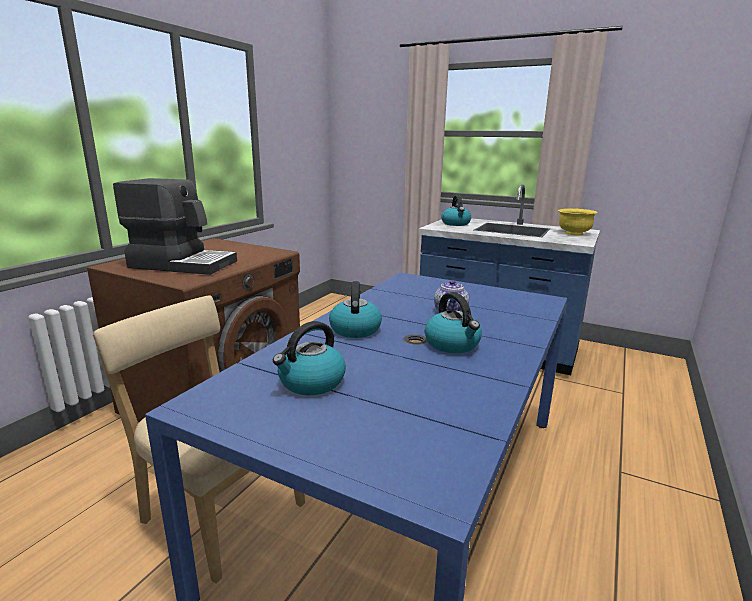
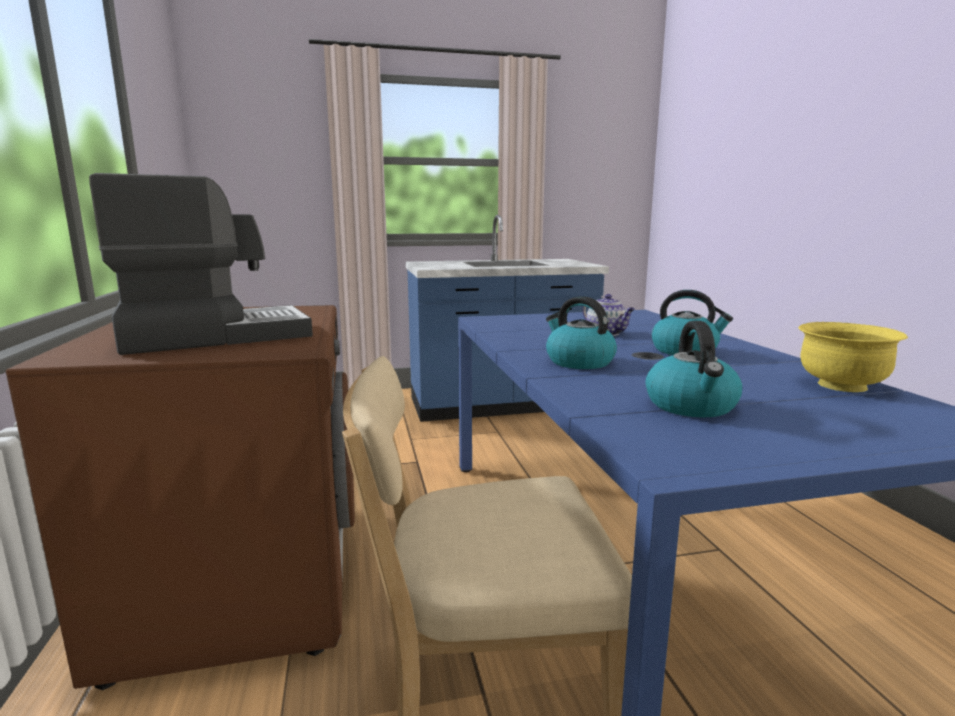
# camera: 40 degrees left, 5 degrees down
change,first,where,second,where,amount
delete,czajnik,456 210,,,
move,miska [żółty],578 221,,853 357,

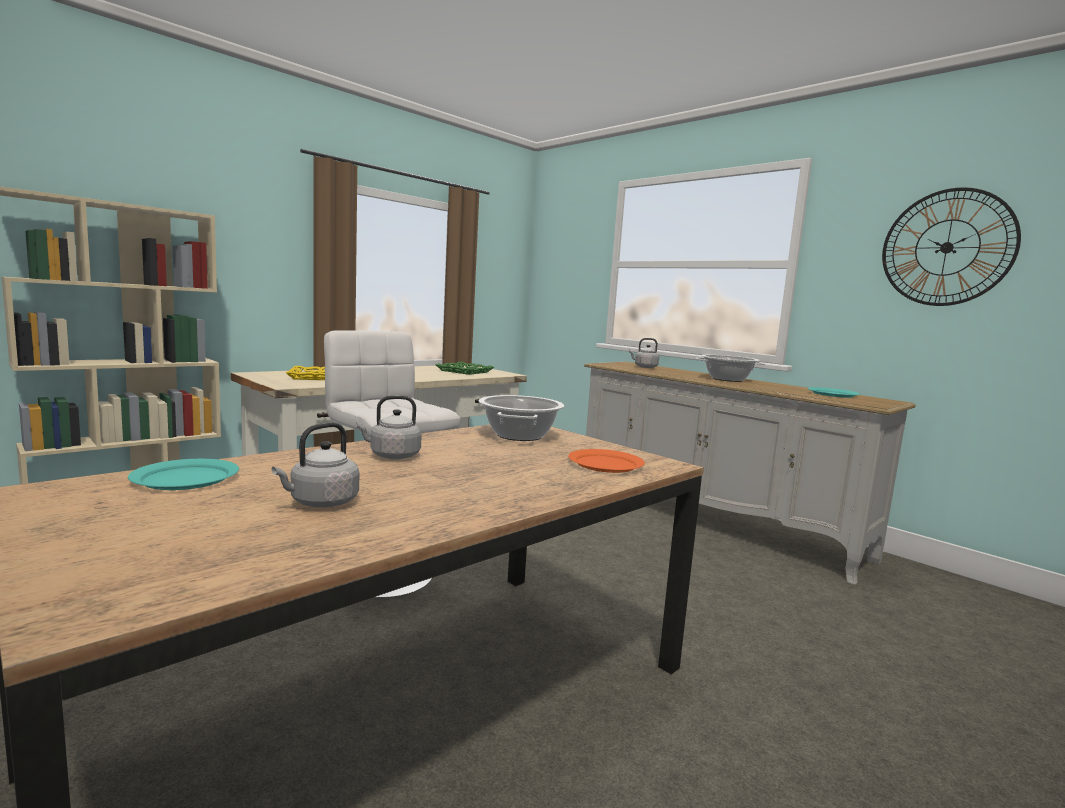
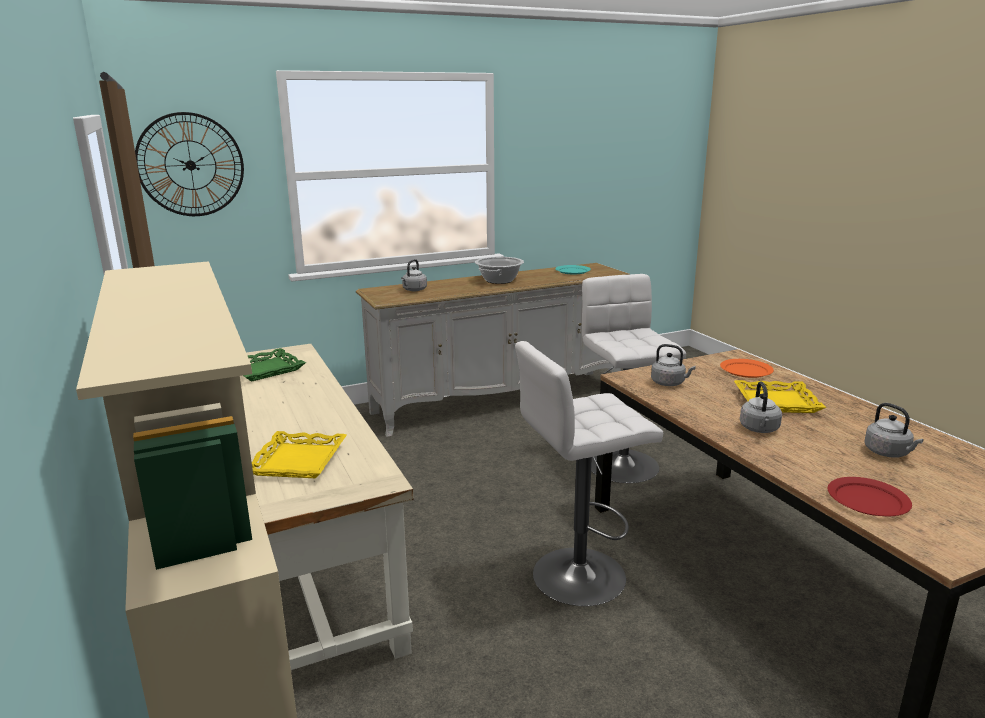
# camera: 70 degrees left, 10 degrees up
change,first,where,second,where,amount
insert,,,stołek [biały],634 378,
insert,,,taca [żółty],780 396,
move,zegar ścienny,951 246,,189 164,
replace,garnek,521 418,czajnik [szary],673 365,
recolor,talerz [turkusowy],183 474,talerz [czerwony],869 496,

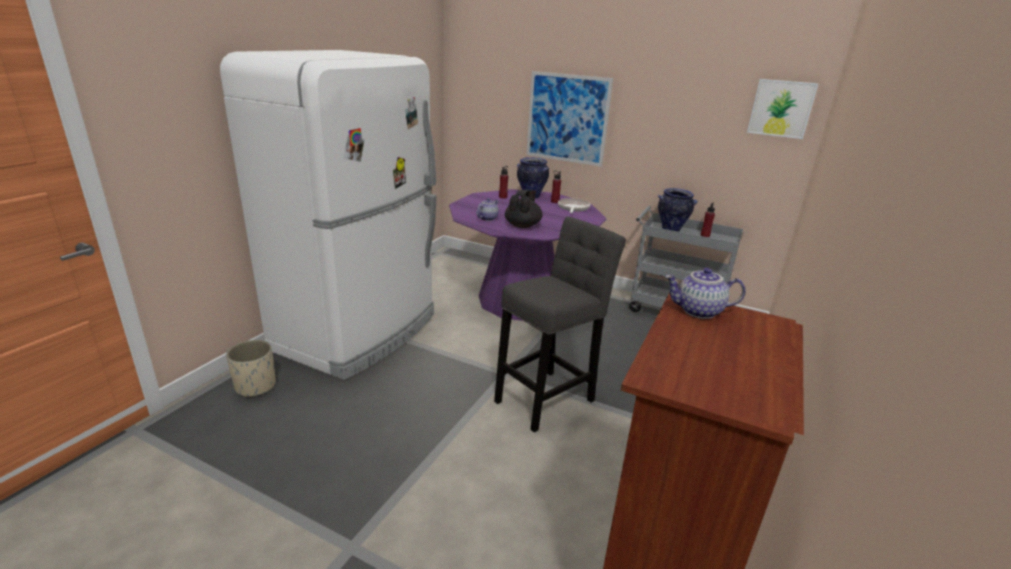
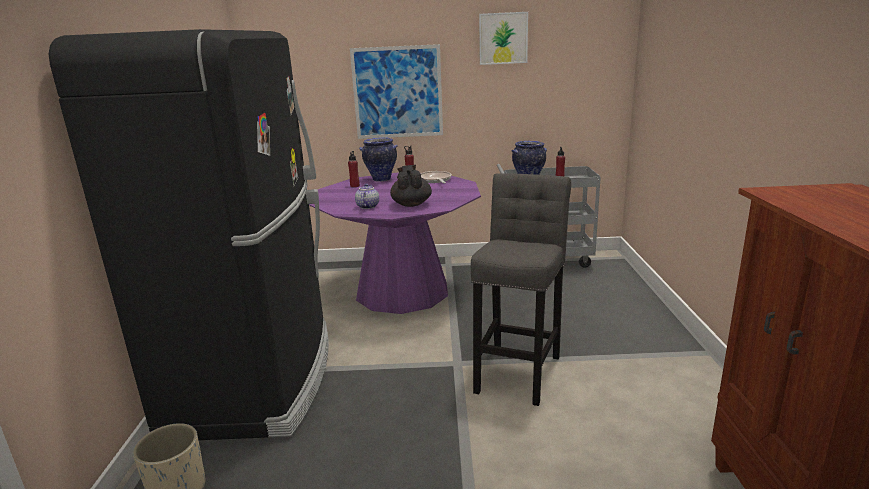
# camera: 25 degrees left, 5 degrees down
change,first,where,second,where,amount
delete,imbryk,705 293,,,
move,obraz,782 109,,503 38,
recolor,lodówka [biały],328 215,lodówka [czarny],188 234,

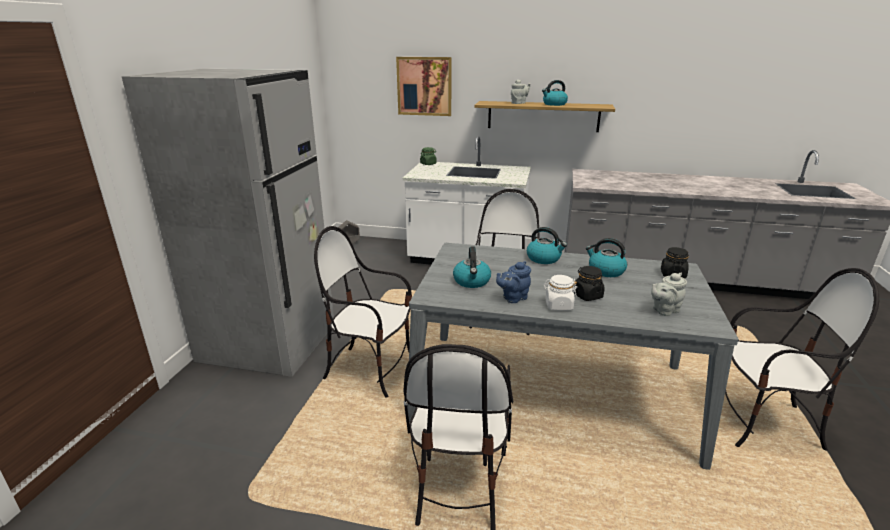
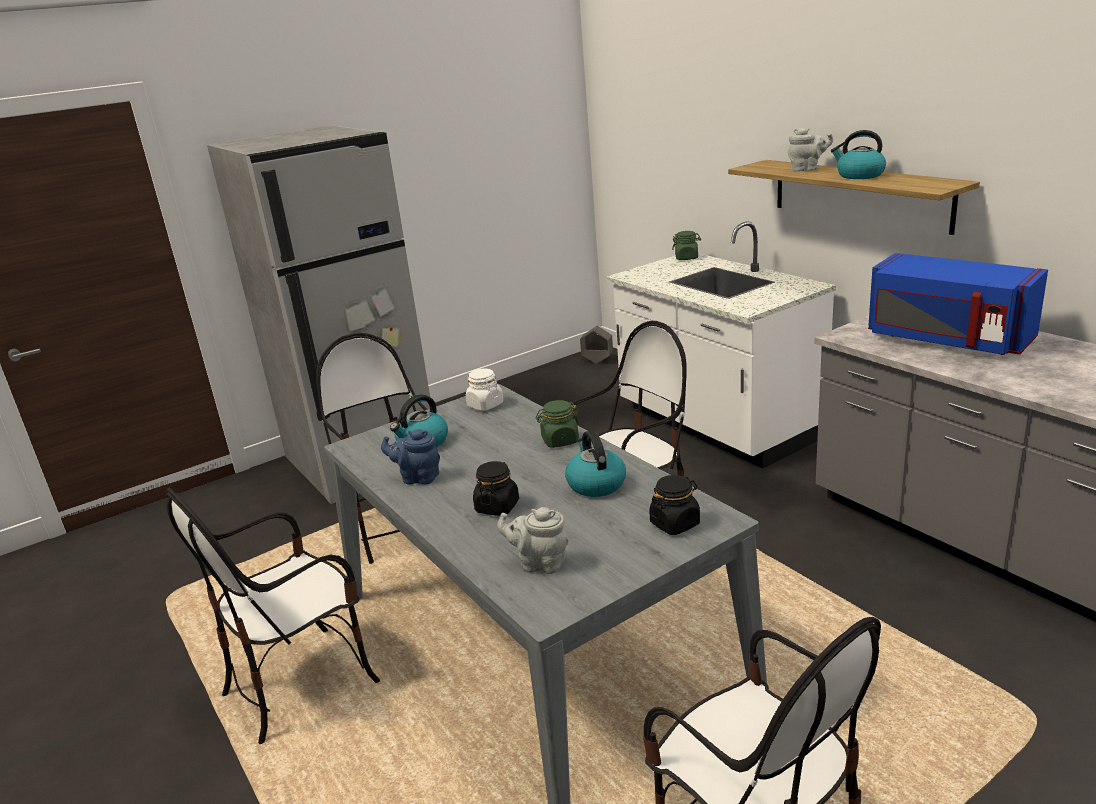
# camera: 45 degrees right, 0 degrees up
change,first,where,second,where,amount
delete,obraz,424 86,,,
insert,,,mikrofalówka [niebieski],958 304,
move,słoik [biały],560 293,,484 390,
replace,czajnik,547 245,słoik [zielony],558 424,

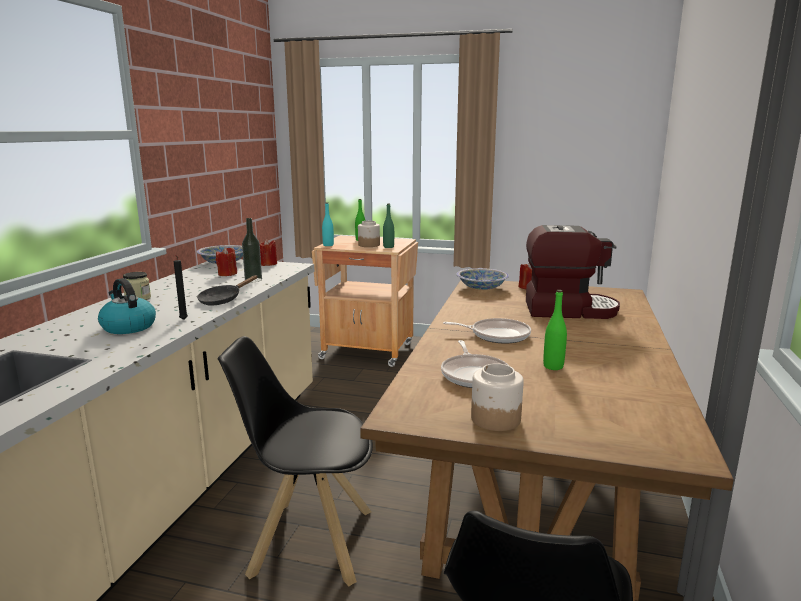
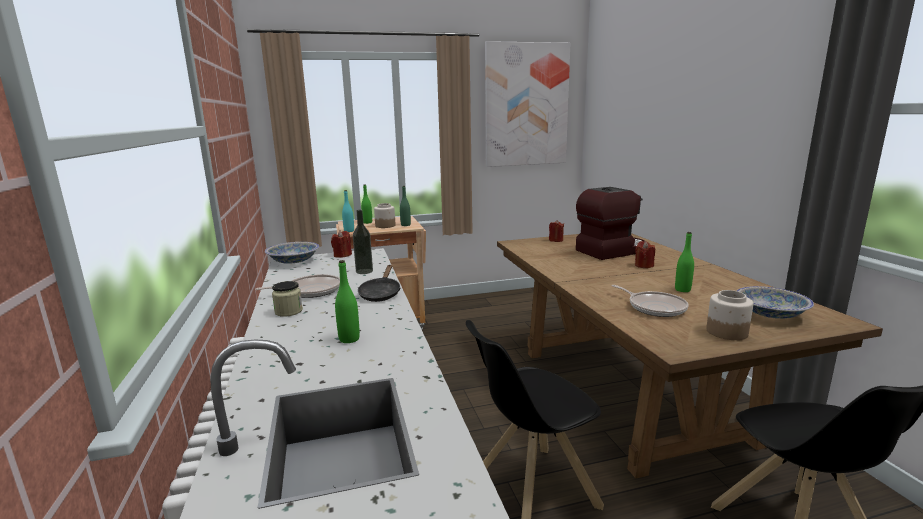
# camera: 30 degrees left, 0 degrees up
change,first,where,second,where,amount
delete,świeca [czarny],181 287,,,
insert,,,obraz,527 104,
move,świeca [czerwony],226 261,,645 254,
move,patelnia,487 331,,297 286,
move,miska,483 279,,775 302,
replace,czajnik,127 306,butelka [zielony],347 301,

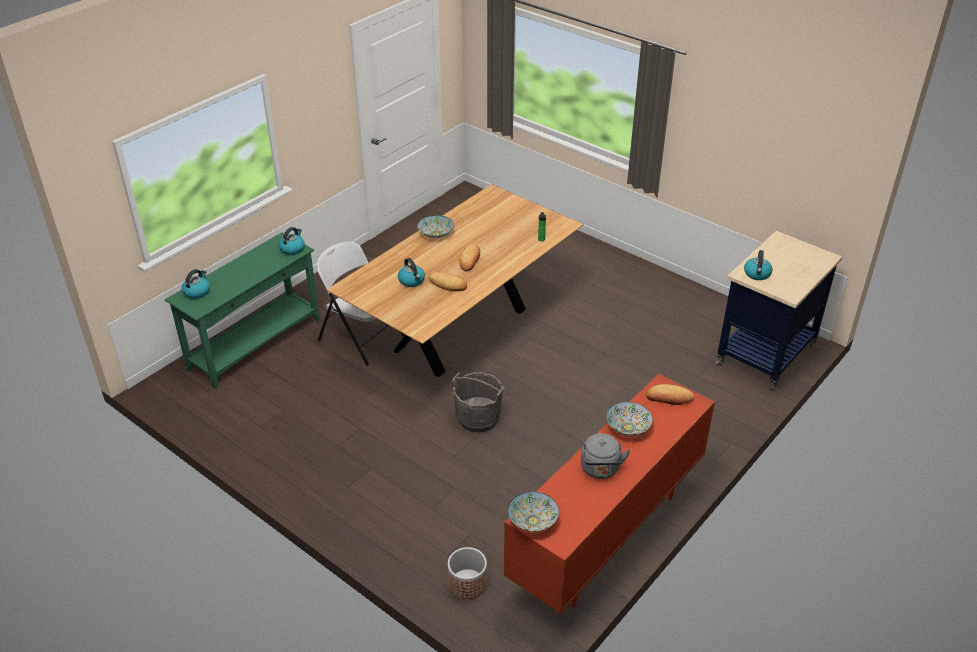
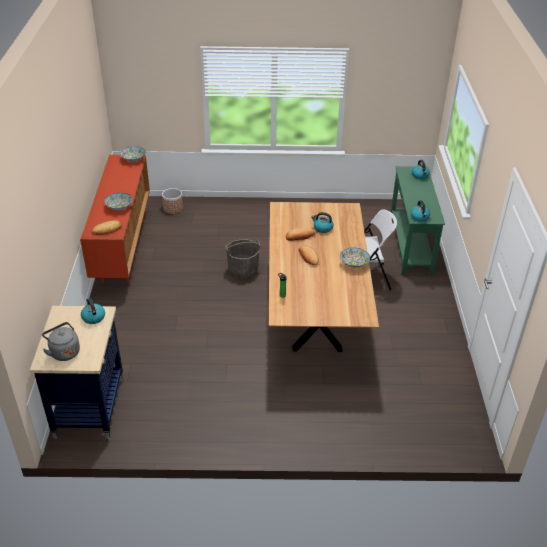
# camera: 140 degrees right, 0 degrees up
change,first,where,second,where,amount
move,czajnik [szary],606 456,,61 341,

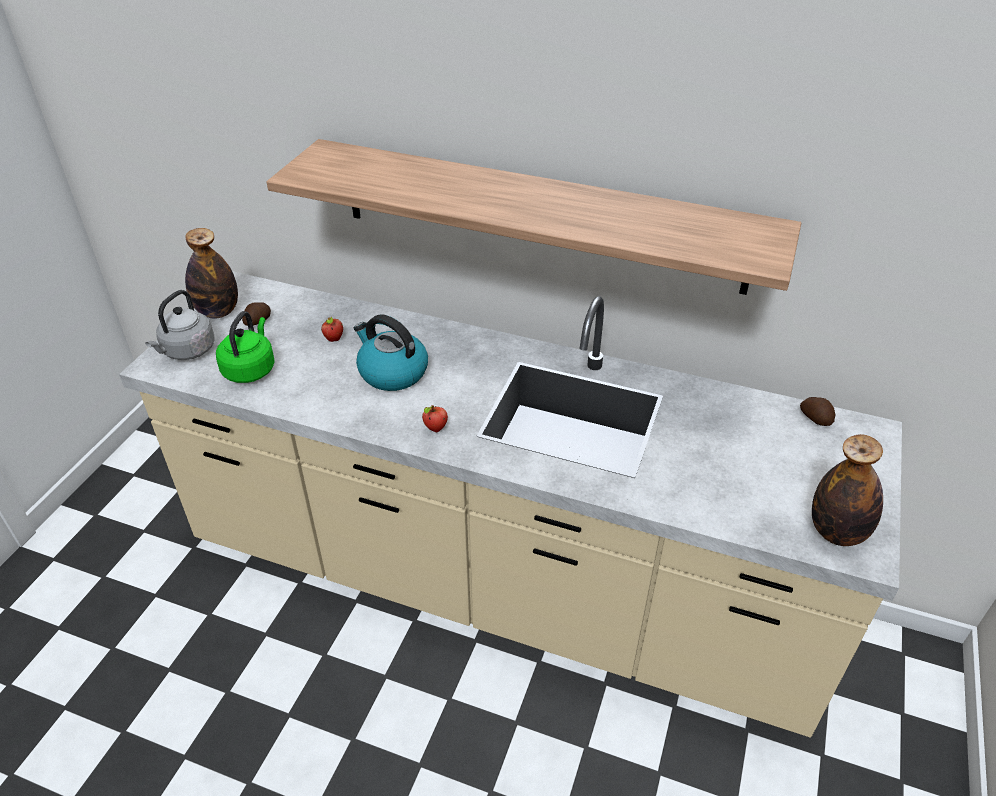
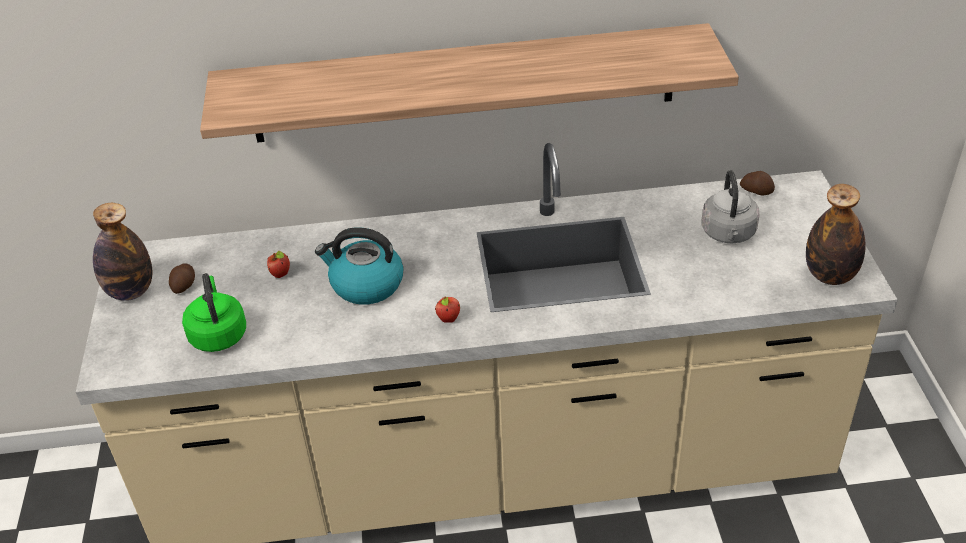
# camera: 25 degrees left, 0 degrees up
change,first,where,second,where,amount
move,czajnik [szary],180 325,,730 206,

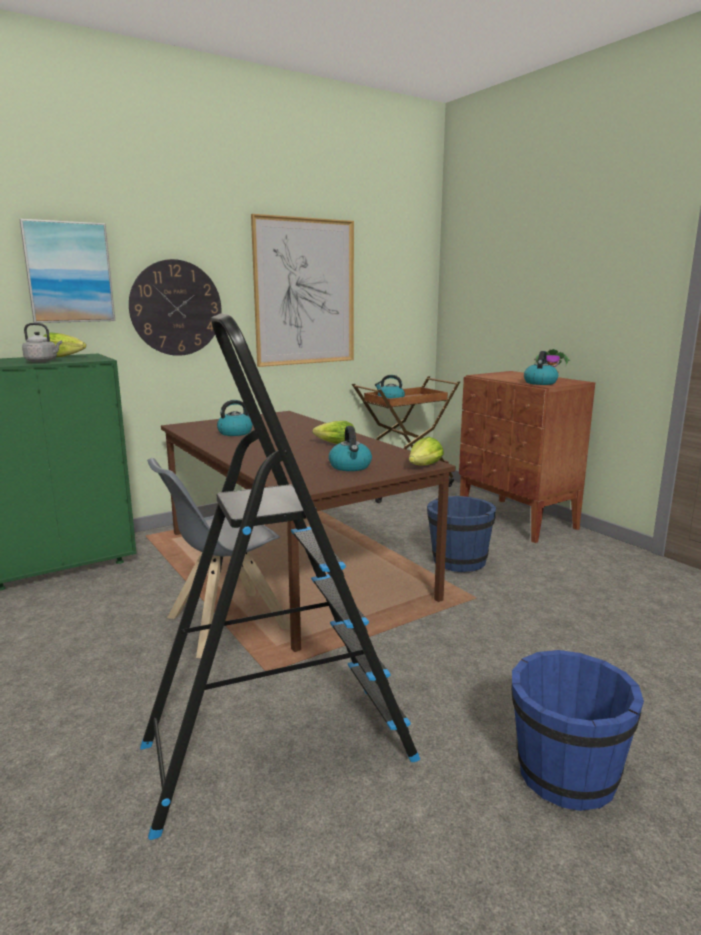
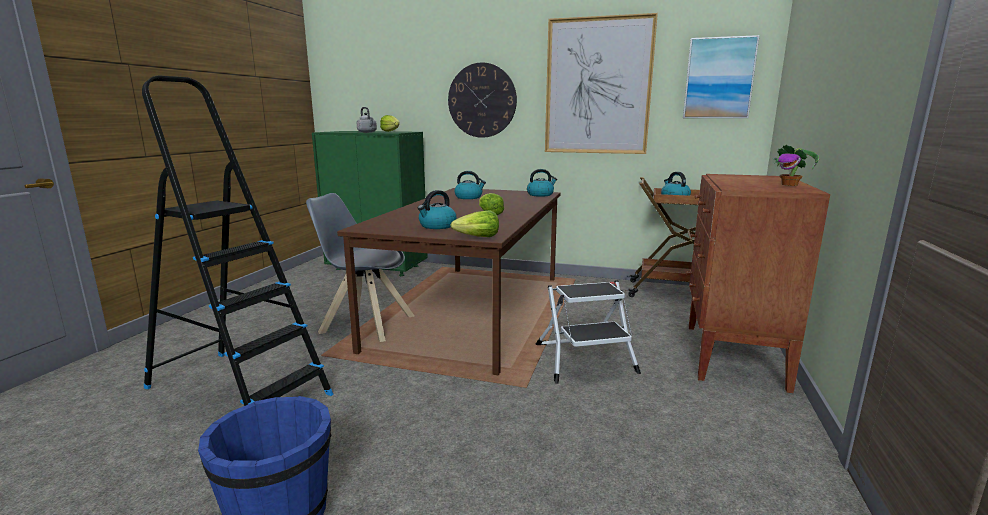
# camera: 50 degrees right, 0 degrees up
change,first,where,second,where,amount
move,obraz,67 271,,721 76,
move,czajnik,541 368,,542 183,
replace,wiadro [niebieski],461 534,drabinka,588 332,

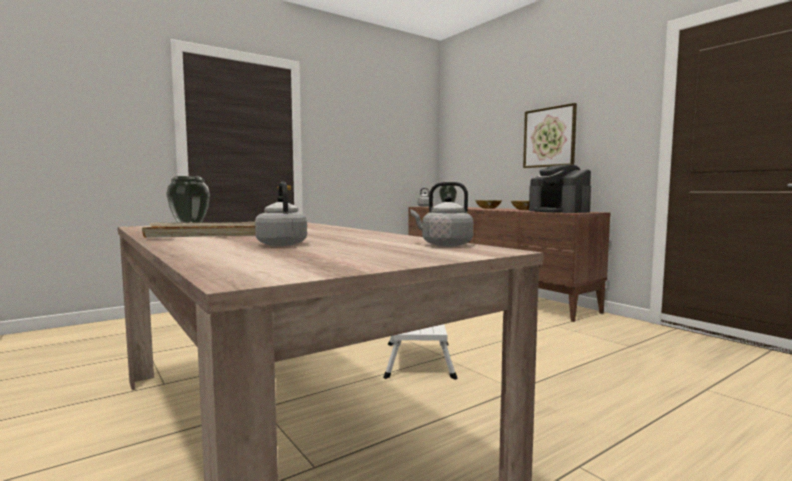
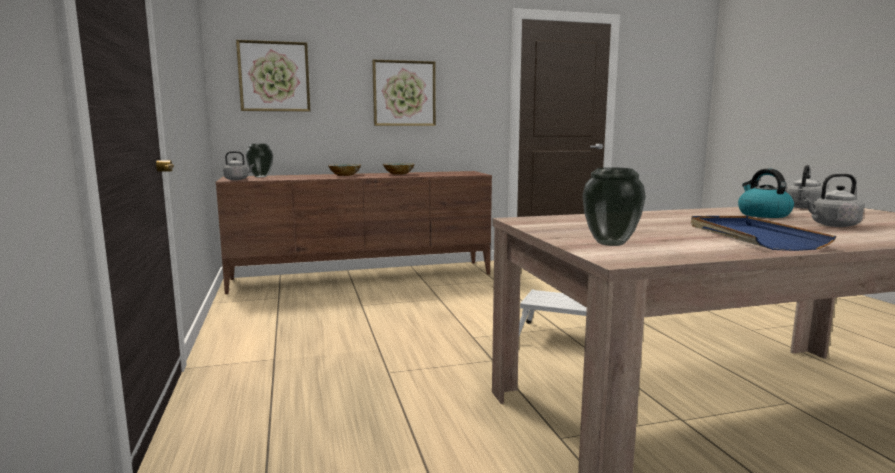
# camera: 70 degrees left, 5 degrees up
change,first,where,second,where,amount
delete,ekspres do kawy,560 188,,,
insert,,,obraz,273 76,
insert,,,czajnik,766 193,
recolor,taca [beżowy],198 230,taca [niebieski],764 233,

